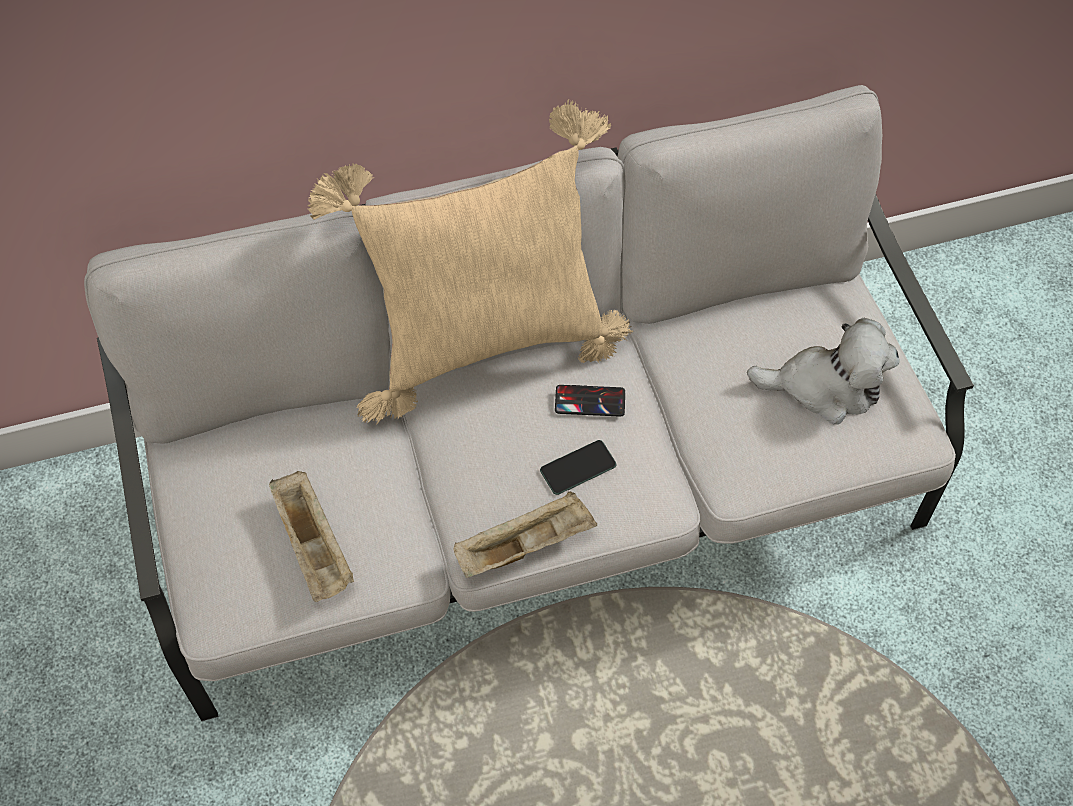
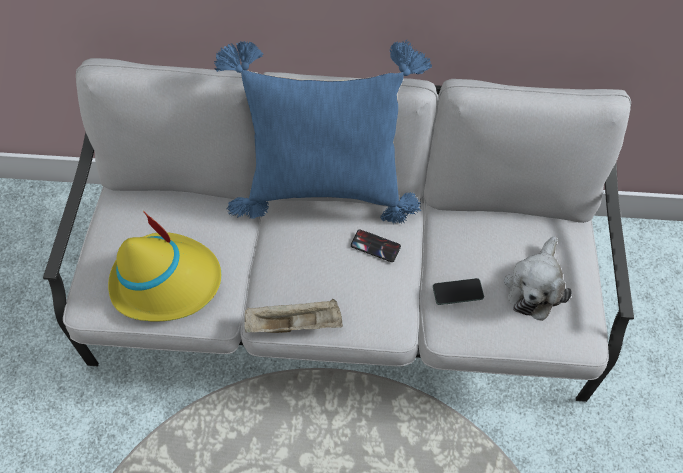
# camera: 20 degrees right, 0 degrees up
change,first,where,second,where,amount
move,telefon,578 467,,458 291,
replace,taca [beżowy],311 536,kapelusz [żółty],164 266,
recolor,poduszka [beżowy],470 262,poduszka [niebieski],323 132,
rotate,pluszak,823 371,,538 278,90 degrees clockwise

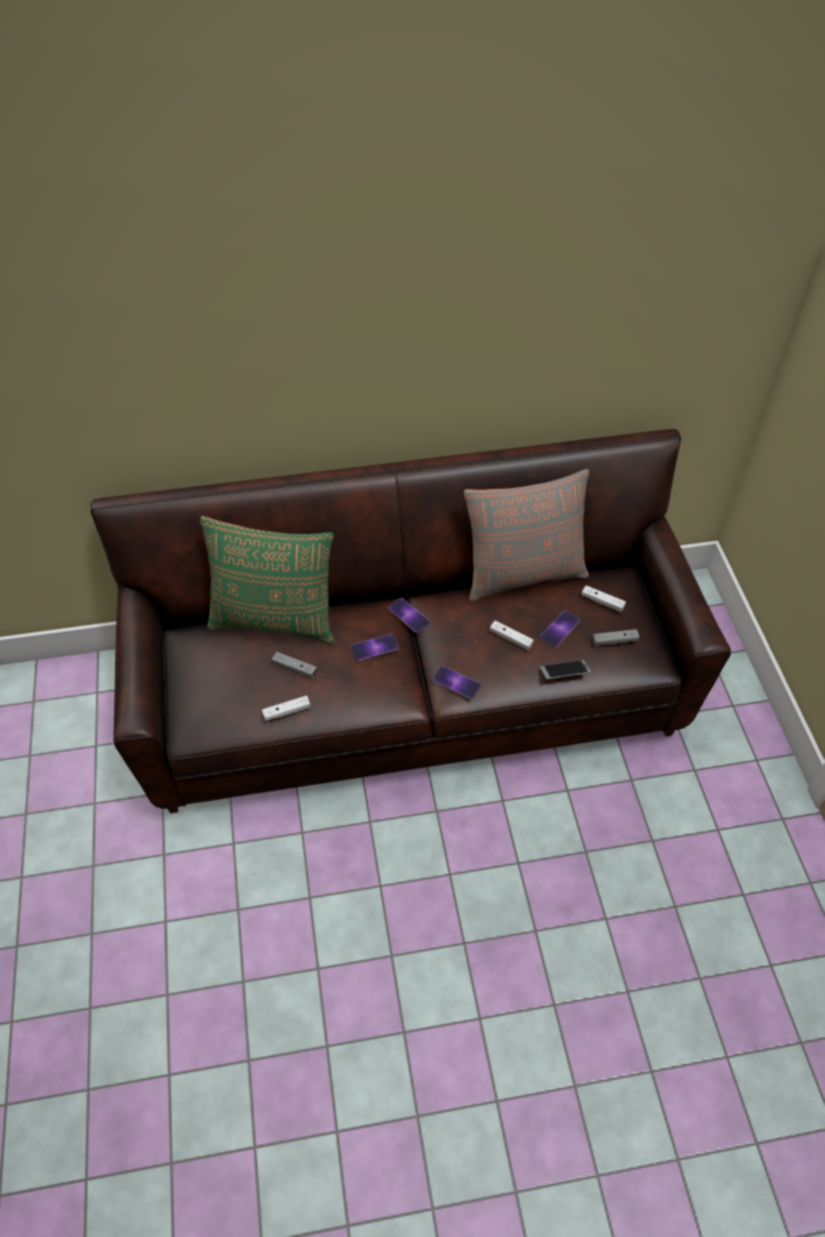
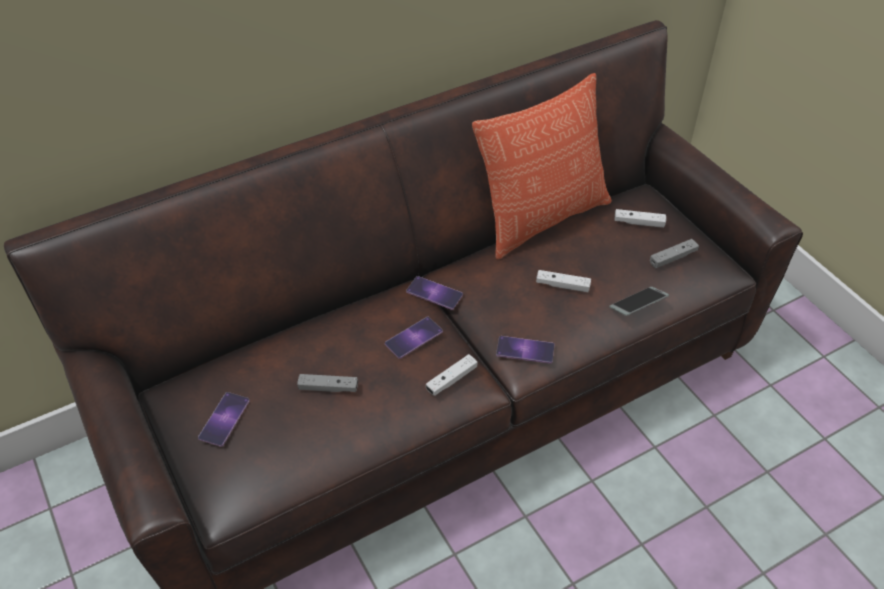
# camera: 20 degrees left, 5 degrees down
change,first,where,second,where,amount
delete,poduszka [zielony],267 580,,,
move,pad do gier [biały],286 708,,451 375,
move,telefon,560 629,,223 419,
recolor,poduszka [szary],526 535,poduszka [pomarańczowy],541 166,

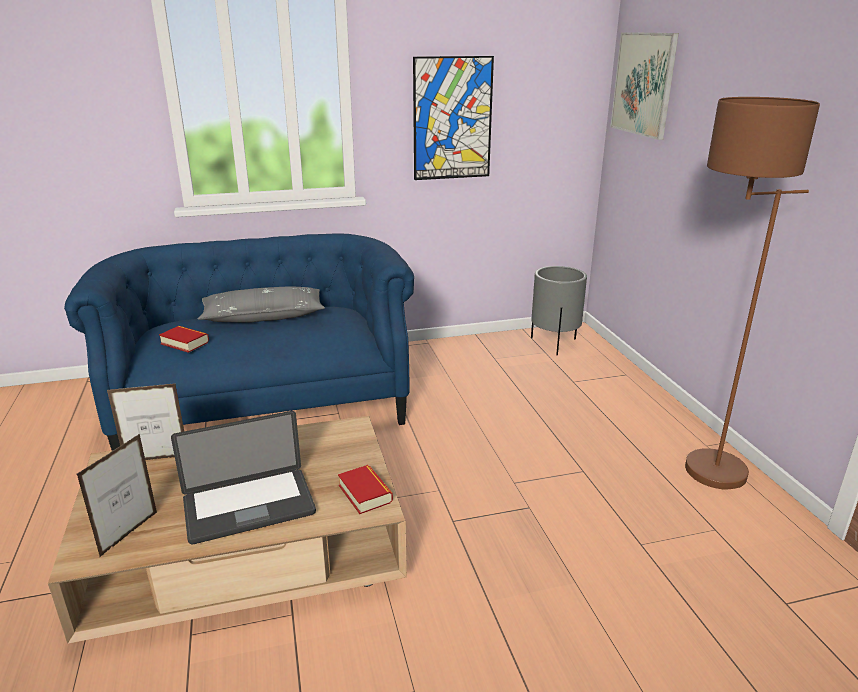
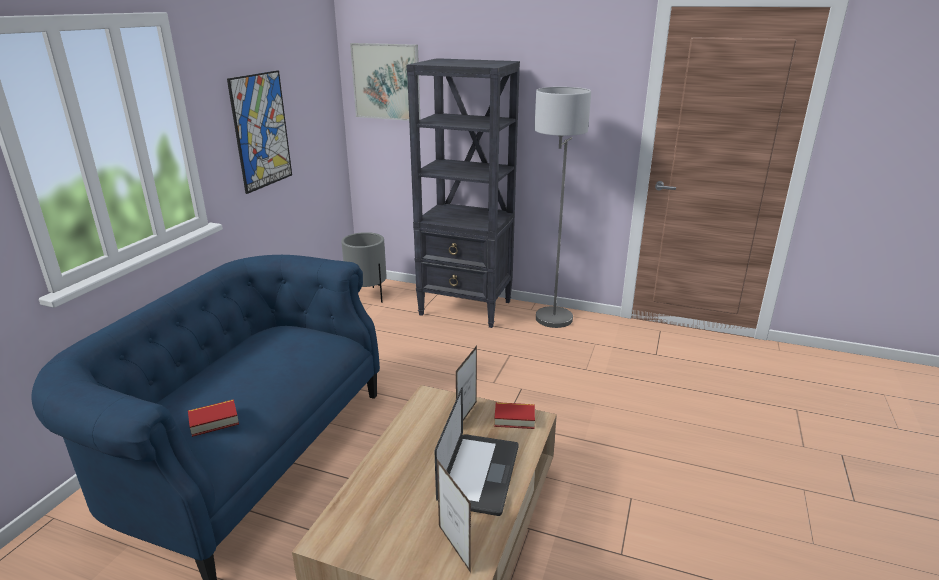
# camera: 55 degrees left, 0 degrees up
change,first,where,second,where,amount
delete,poduszka [szary],261 304,,,
insert,,,regał [czarny],463 193,
move,ramka na zdjęcie,145 421,,466 383,
recolor,lampa stojąca [brązowy],752 293,lampa stojąca [szary],563 207,

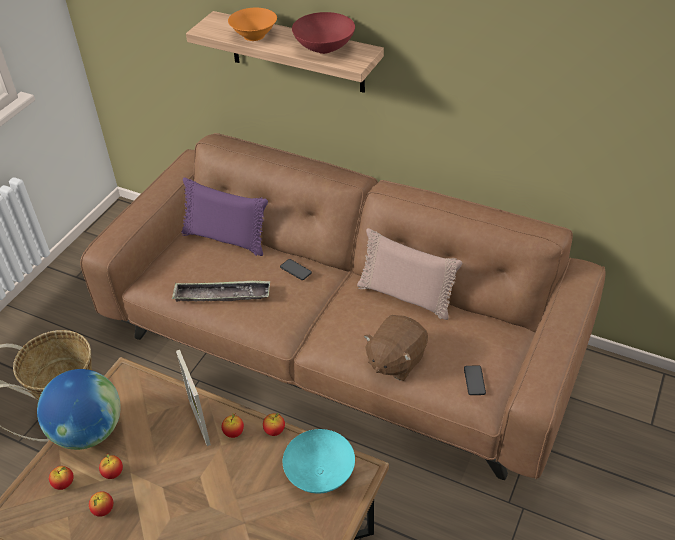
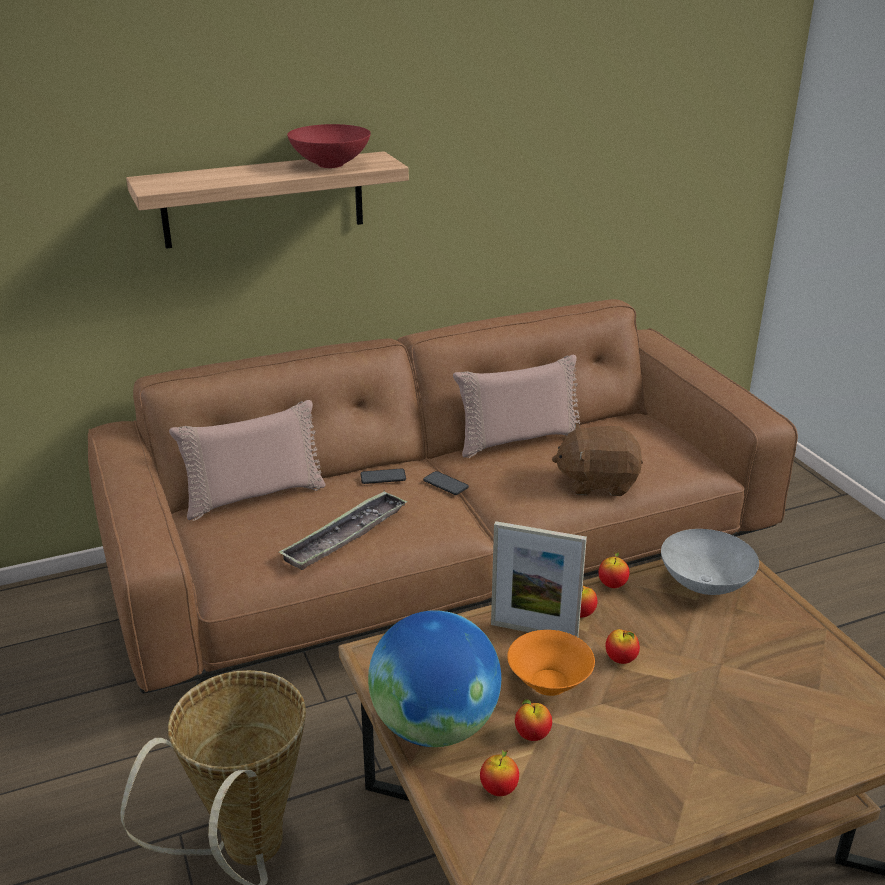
# camera: 50 degrees left, 15 degrees down
change,first,where,second,where,amount
move,jabłko,101 504,,623 646,
move,miska [pomarańczowy],252 24,,551 663,
move,telefon,475 380,,446 483,
recolor,poduszka [fioletowy],224 216,poduszka [beżowy],247 460,
recolor,miska [turkusowy],319 461,miska [szary],710 562,
rotate,pluszak [brązowy],396 348,,597 459,105 degrees clockwise

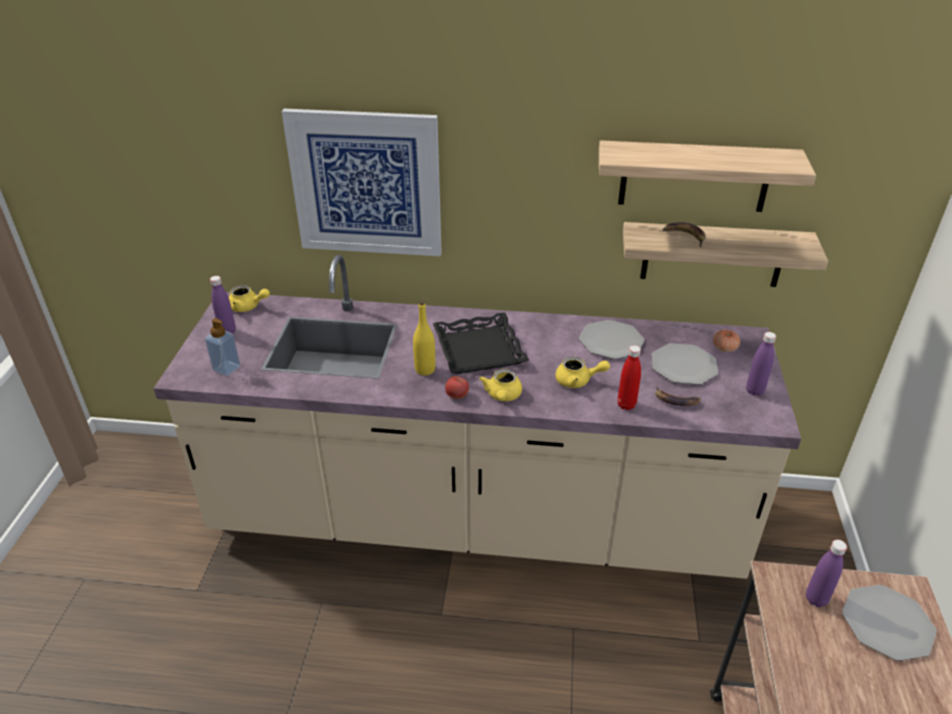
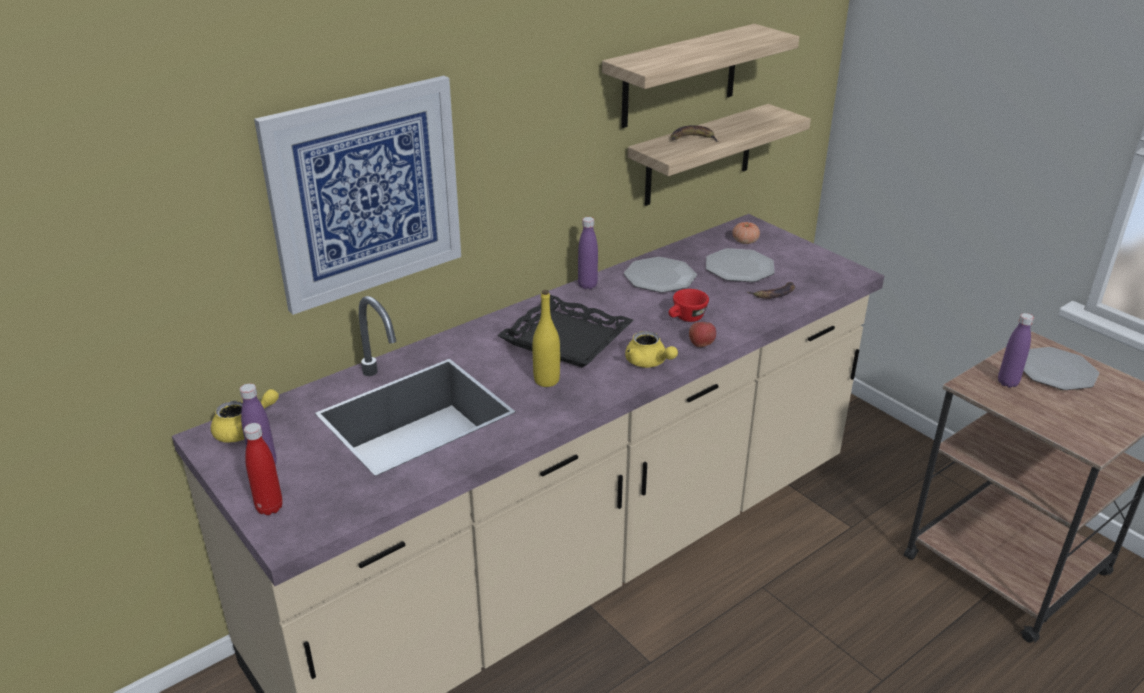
# camera: 45 degrees left, 5 degrees down
change,first,where,second,where,amount
delete,dozownik mydła,223 347,,,
move,jabłko,457 387,,702 334,
move,butelka [czerwony],629 377,,263 469,
move,butelka [fioletowy],761 364,,588 253,
replace,imbryk [żółty],582 372,filiżanka [czerwony],688 305,

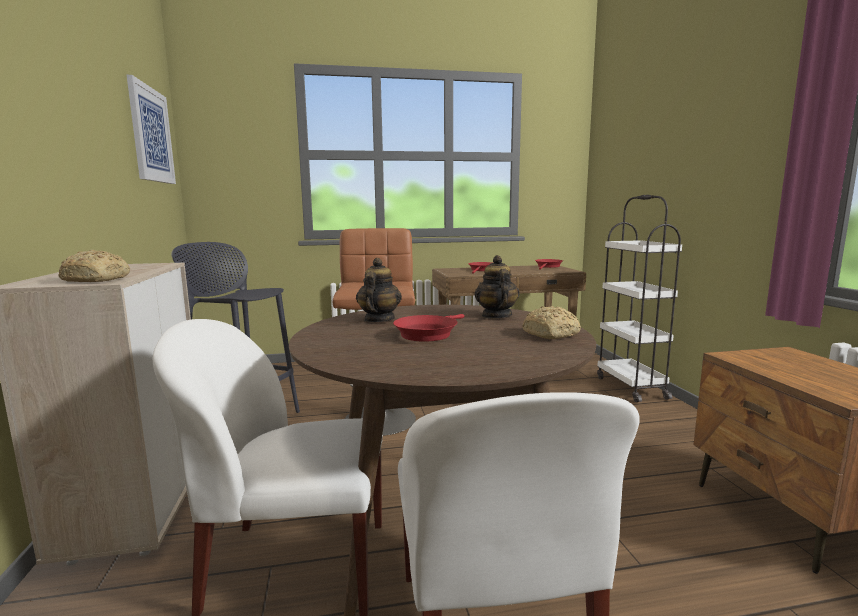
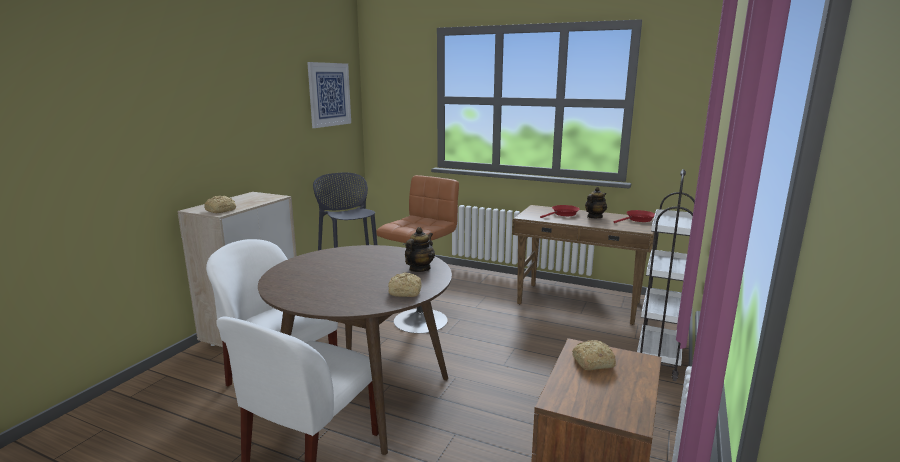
# camera: 35 degrees right, 5 degrees up
change,first,where,second,where,amount
delete,patelnia [czerwony],429 327,,,
insert,,,chleb,594 355,
move,imbryk,379 290,,596 202,

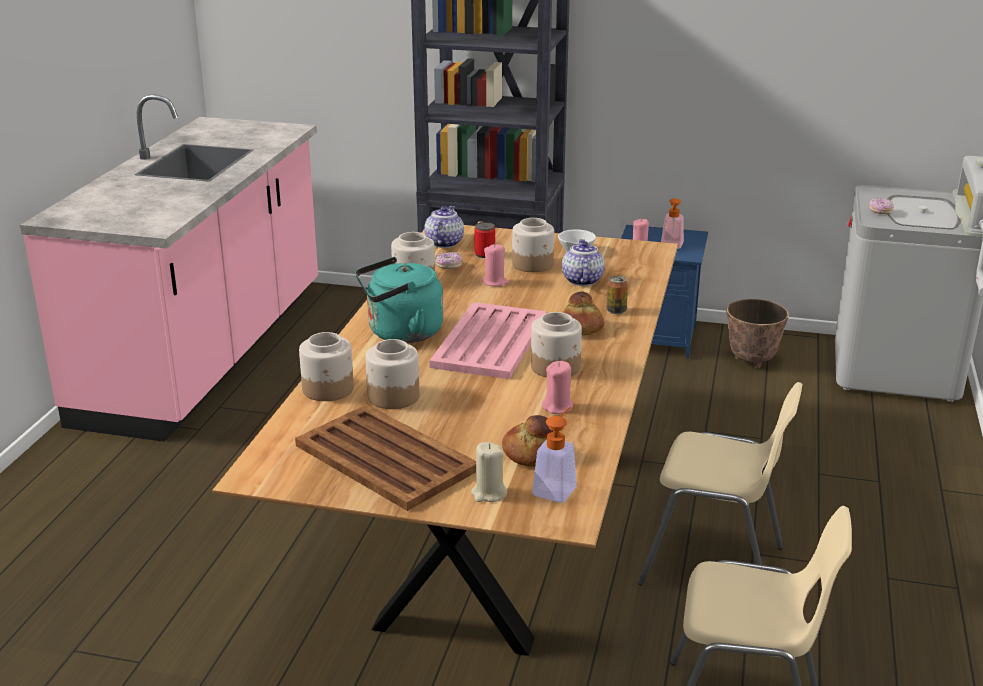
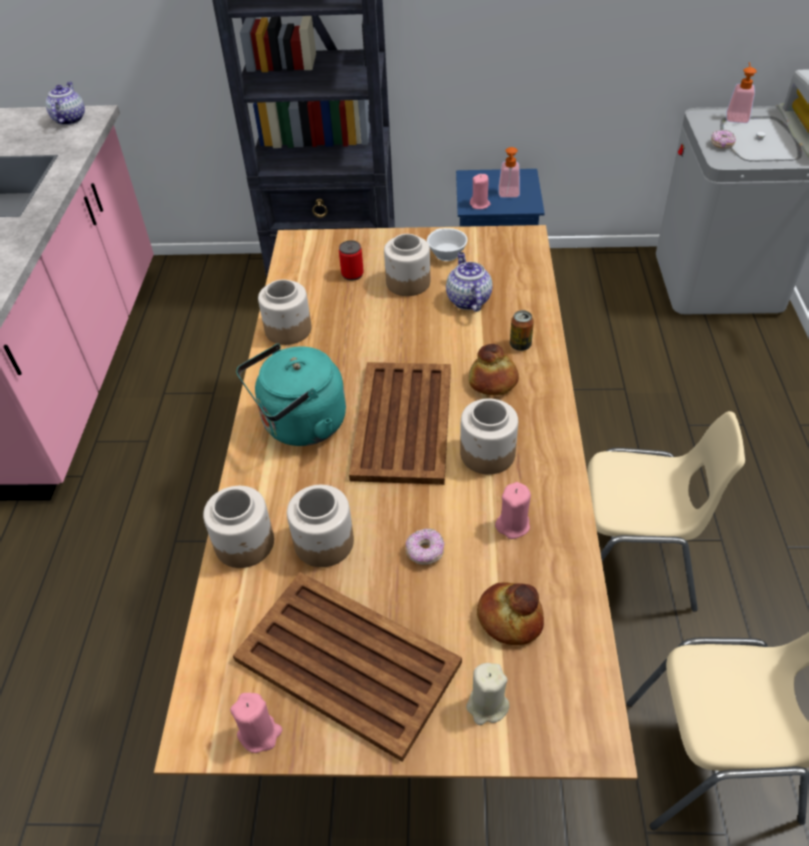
# camera: 10 degrees left, 20 degrees up
change,first,where,second,where,amount
delete,donica,757 334,,,
move,imbryk,444 227,,65 103,
move,donut,448 260,,425 546,
move,świeca [różowy],495 265,,256 723,
move,dozownik mydła,554 455,,741 92,
recolor,taca [różowy],488 340,taca [brązowy],400 423,

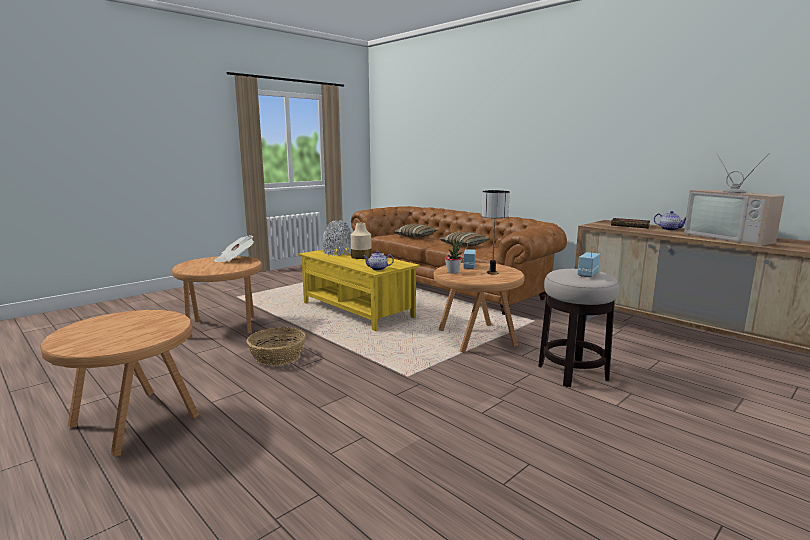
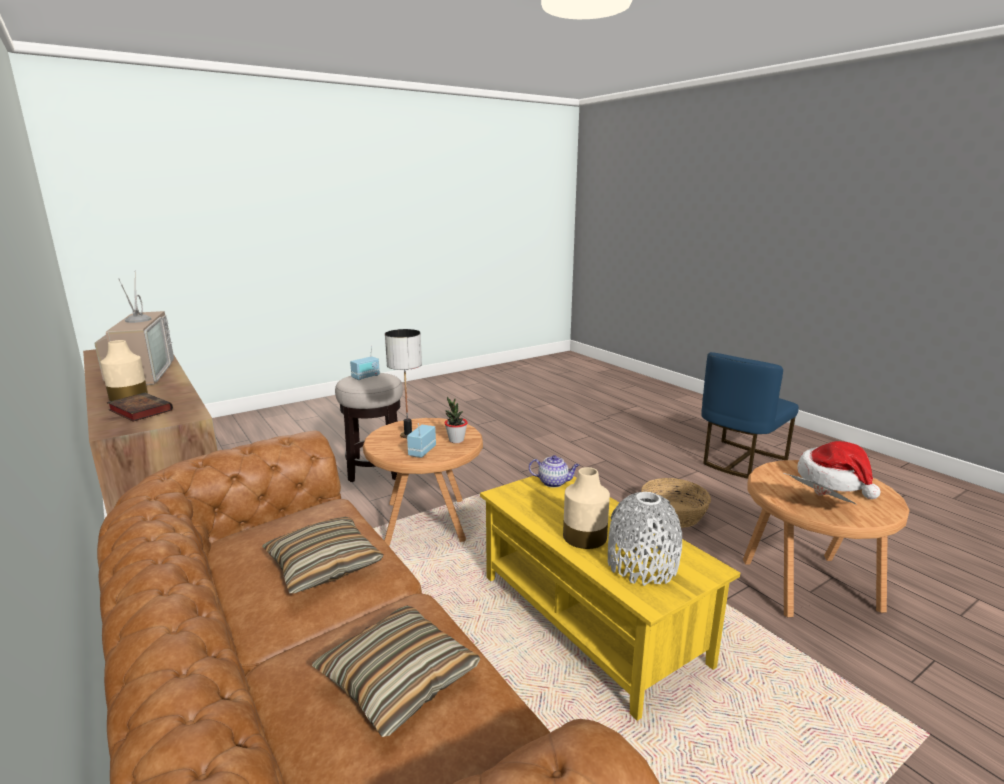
# camera: 170 degrees left, 5 degrees up
change,first,where,second,where,amount
insert,,,kapelusz,838 470,
replace,stolik [brązowy],119 383,krzesło [niebieski],750 415,
replace,imbryk,670 221,wazon [beżowy],124 370,

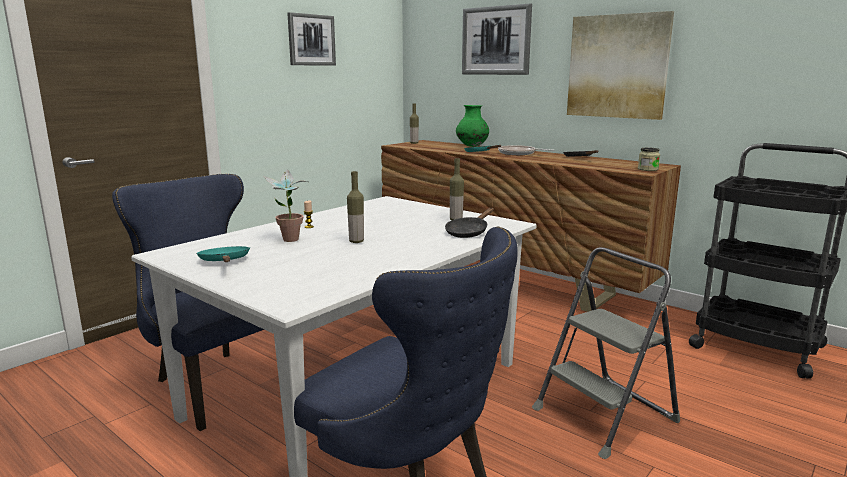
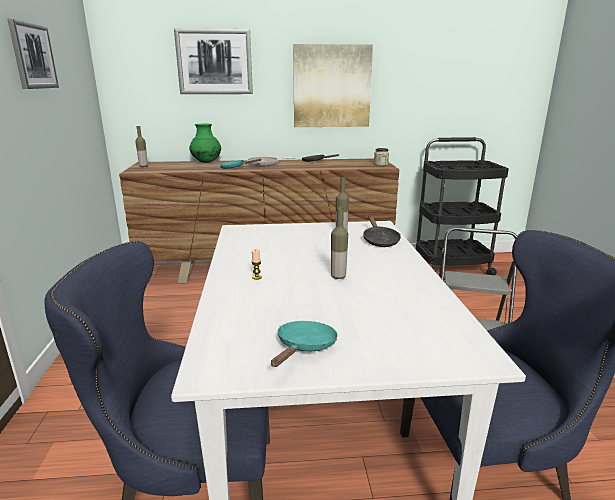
# camera: 45 degrees left, 5 degrees up
change,first,where,second,where,amount
delete,roślina doniczkowa,286 206,,,
rotate,patelnia [turkusowy],223 254,,304 344,90 degrees clockwise

